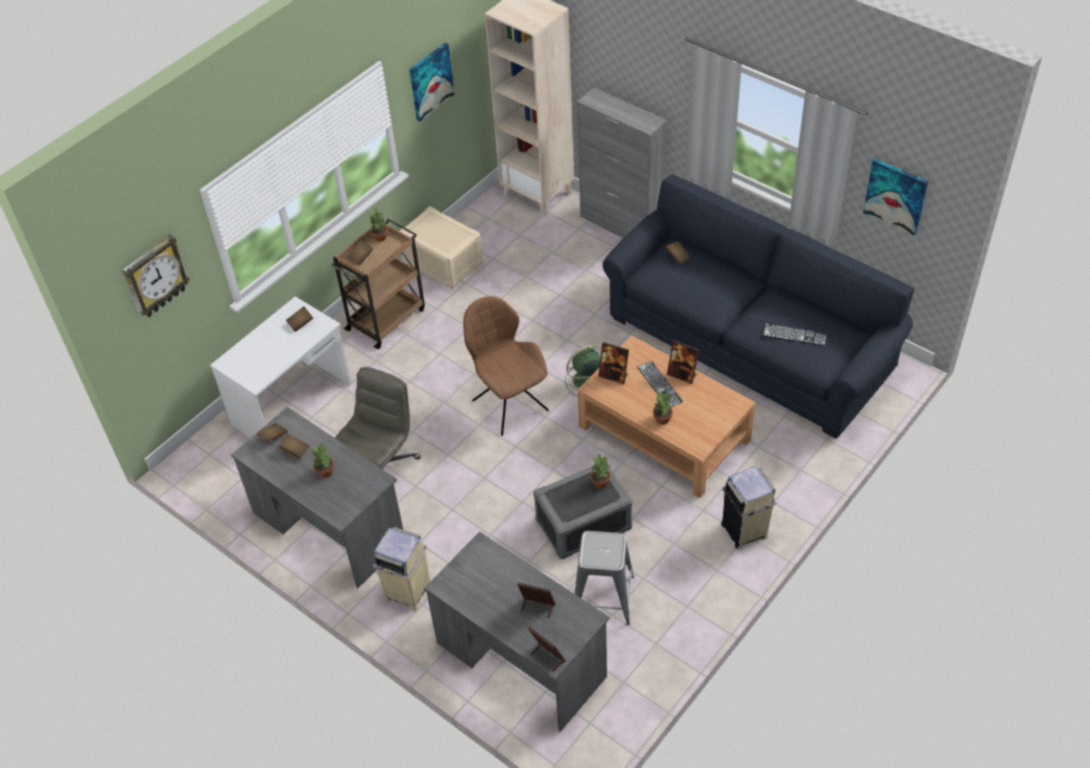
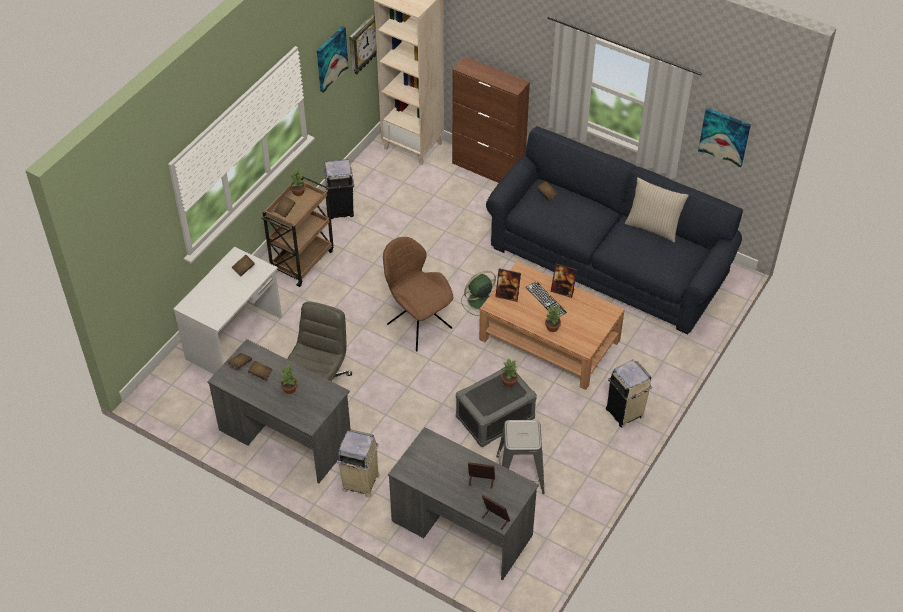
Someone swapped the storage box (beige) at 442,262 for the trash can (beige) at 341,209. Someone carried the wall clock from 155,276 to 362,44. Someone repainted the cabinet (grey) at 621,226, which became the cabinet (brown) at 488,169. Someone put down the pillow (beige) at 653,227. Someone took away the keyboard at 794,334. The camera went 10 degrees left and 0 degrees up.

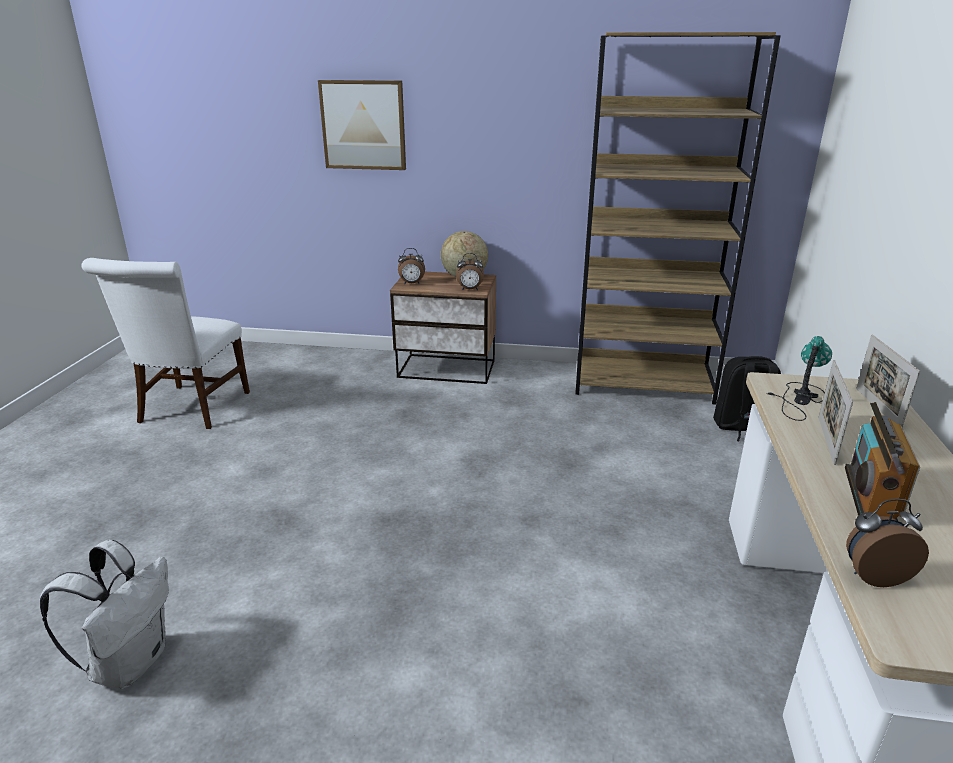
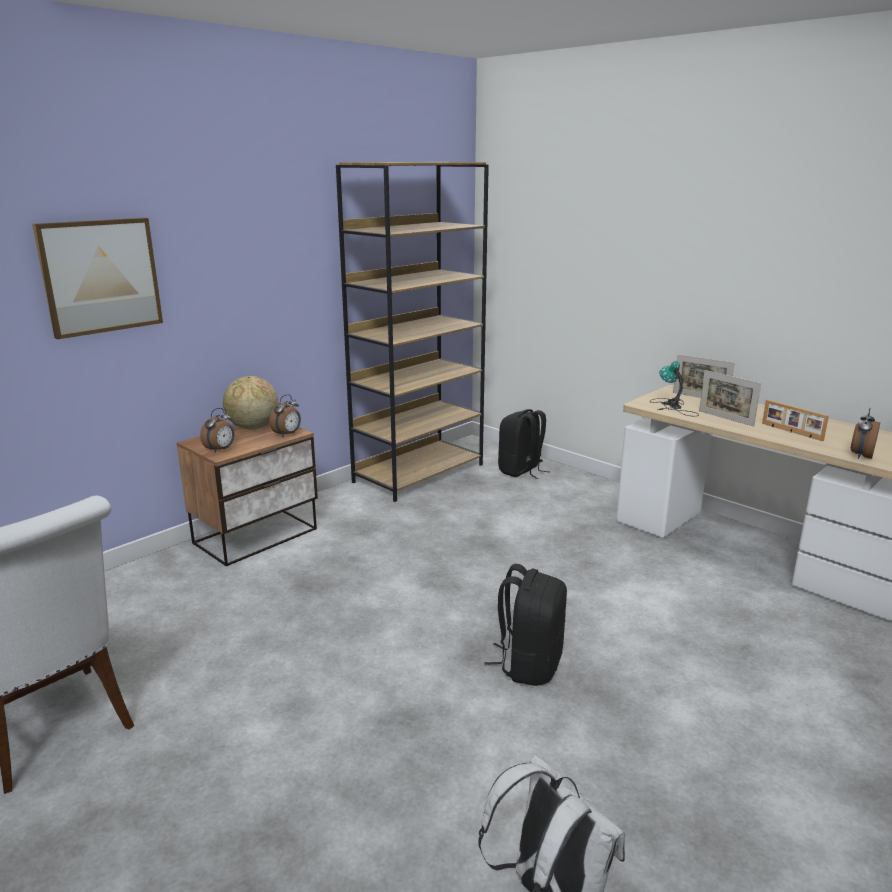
Someone put down the backpack (black) at 529,664. Someone swapped the radio at 869,497 for the picture frame at 791,432. The camera went 55 degrees left and 5 degrees down.

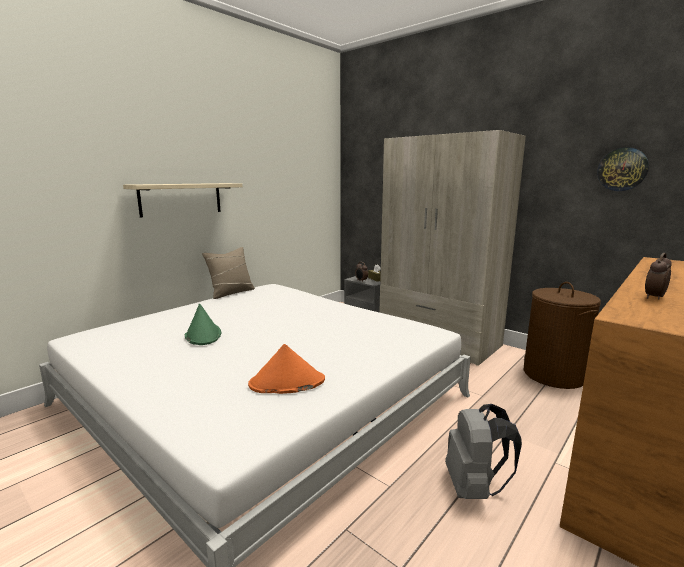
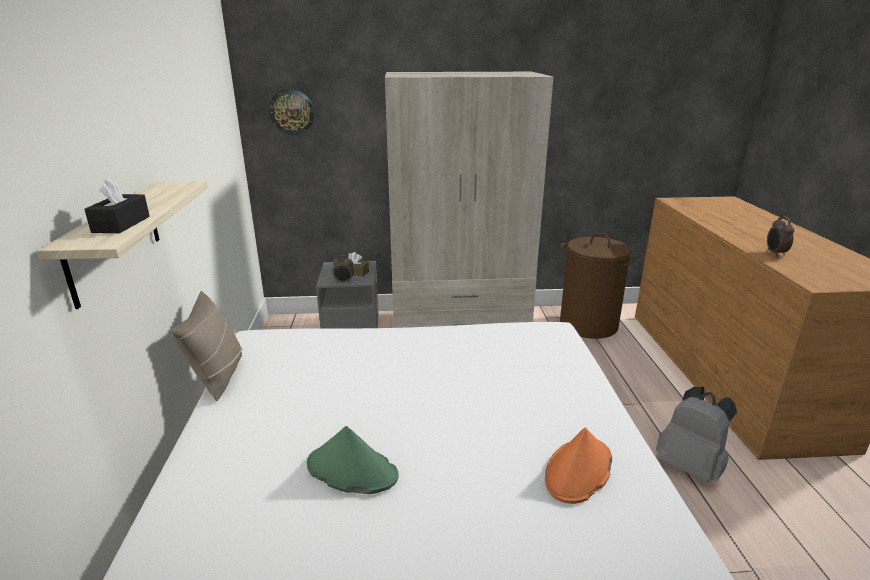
Someone put down the tissue box (black) at 121,224. Someone carried the wall clock from 622,169 to 292,112. The camera went 45 degrees left and 10 degrees up.

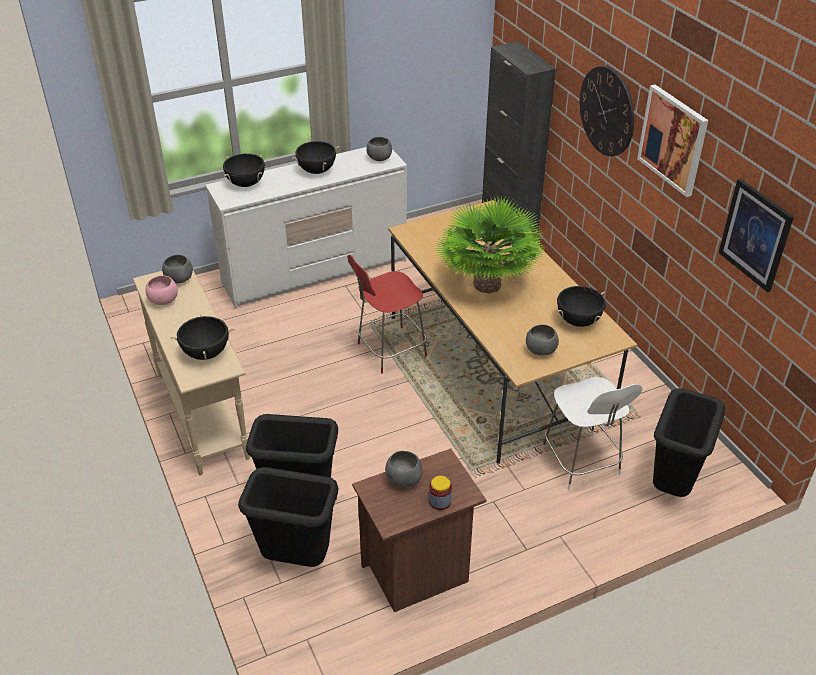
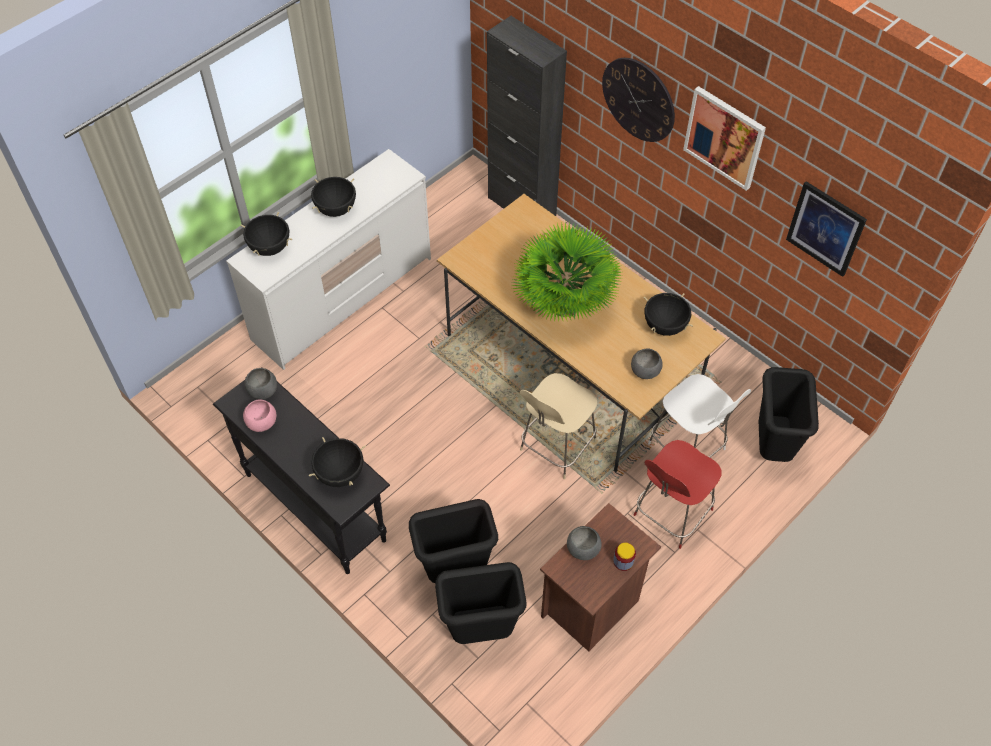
Someone repainted the console table (beige) at 202,415, which became the console table (black) at 315,506. Someone put down the chair (beige) at 556,447. Someone carried the chair (red) from 389,350 to 671,514. Someone took away the bowl (grey) at 379,158. The camera went 20 degrees left and 15 degrees up.

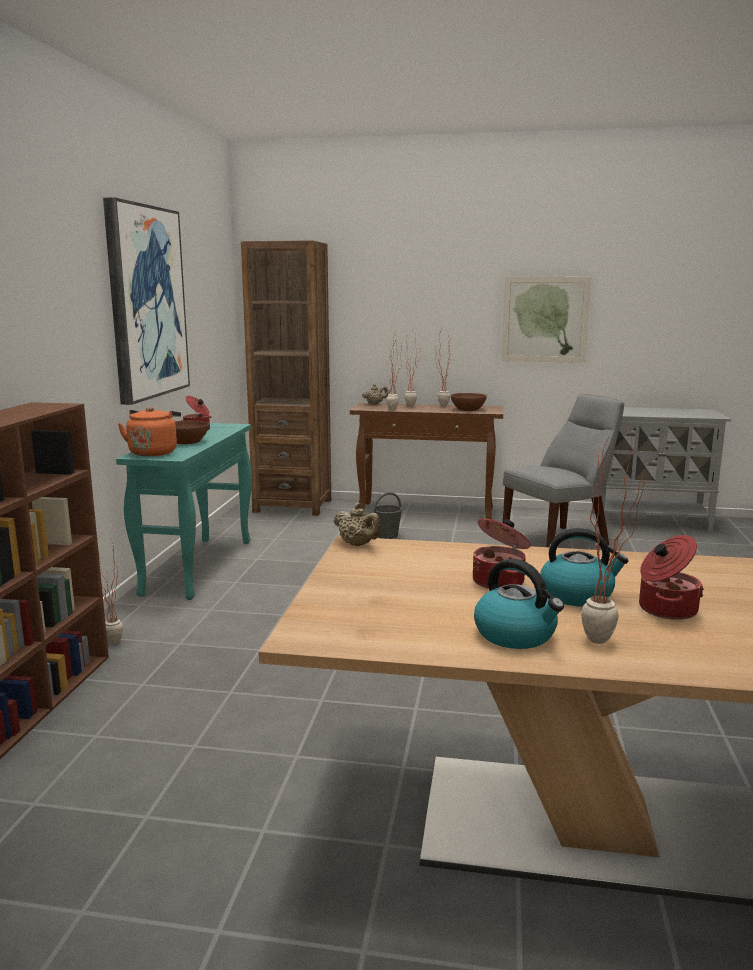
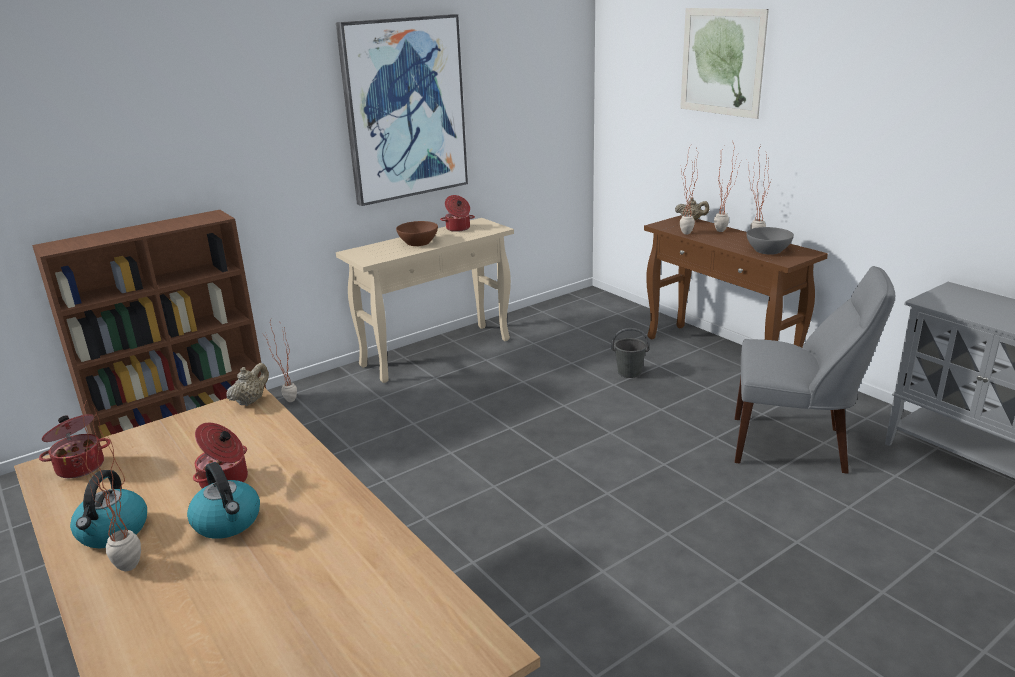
Someone carried the cooking pot from 665,609 to 80,466. Someone rotated the teapot (beige) at 358,544 by 150 degrees counterclockwise. Someone repainted the console table (turquoise) at 198,566, which became the console table (beige) at 437,352. Someone carried the picture from 545,319 to 722,62. Someone repainted the bowl (brown) at 468,409, which became the bowl (grey) at 768,250. Someone took away the kettle (orange) at 153,452. Someone took away the bookcase (brown) at 293,506. The camera went 45 degrees right and 10 degrees up.

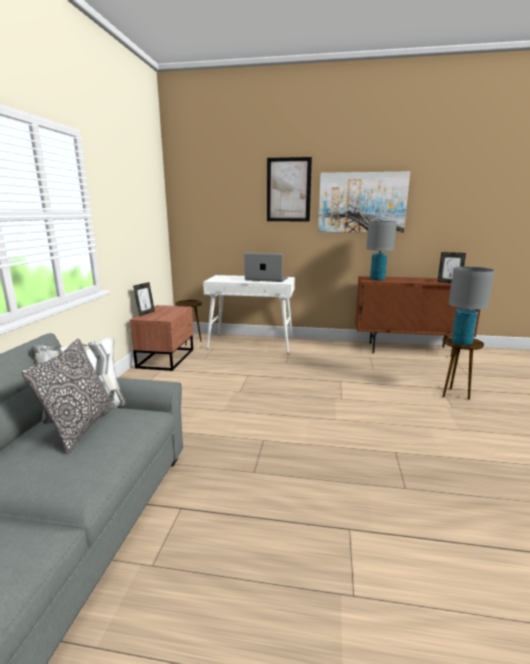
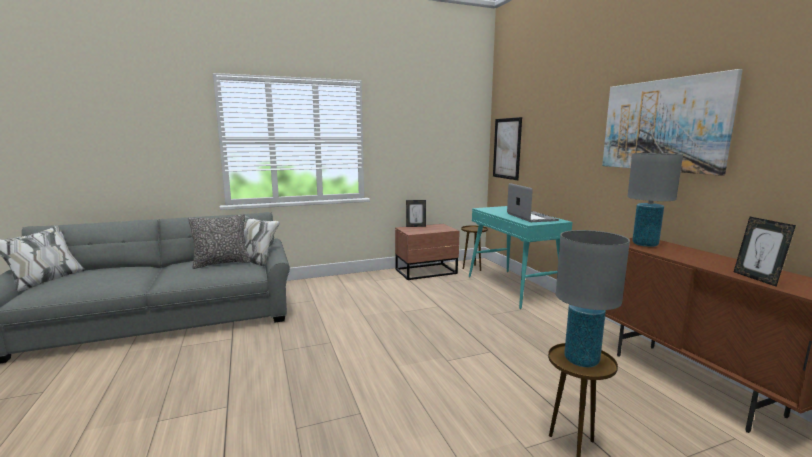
Someone repainted the console table (white) at 251,343, which became the console table (turquoise) at 513,288. Someone carried the picture from 288,190 to 507,148. The camera went 60 degrees right and 5 degrees down.

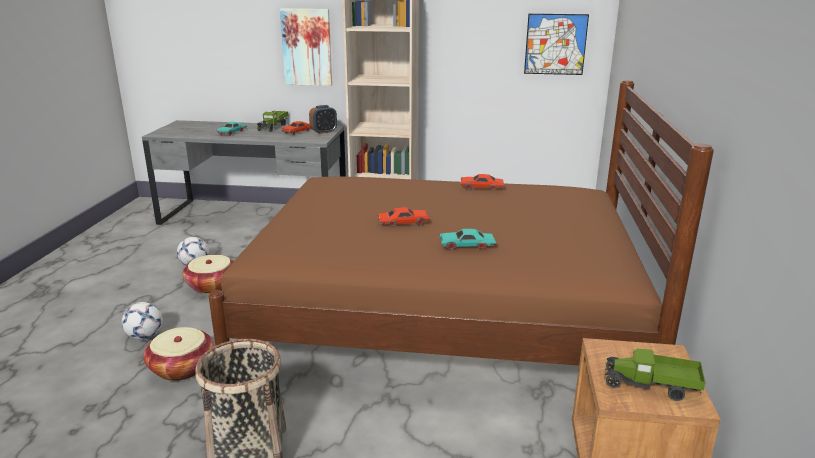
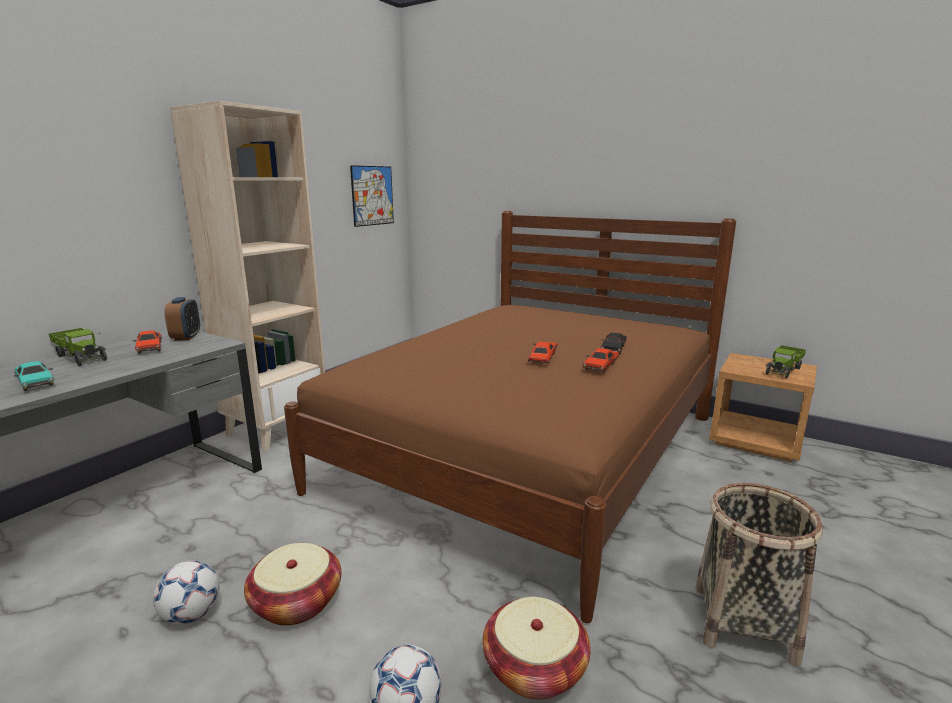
Someone carried the toy car (red) from 481,187 to 601,366. Someone repainted the toy car (turquoise) at 467,245, which became the toy car (black) at 613,349. Someone took away the picture at 307,47. The camera went 65 degrees left and 5 degrees down.

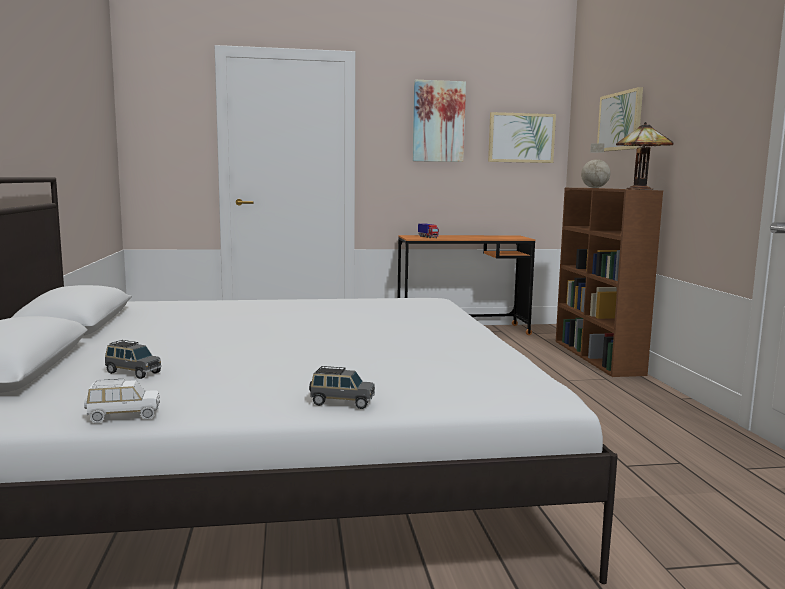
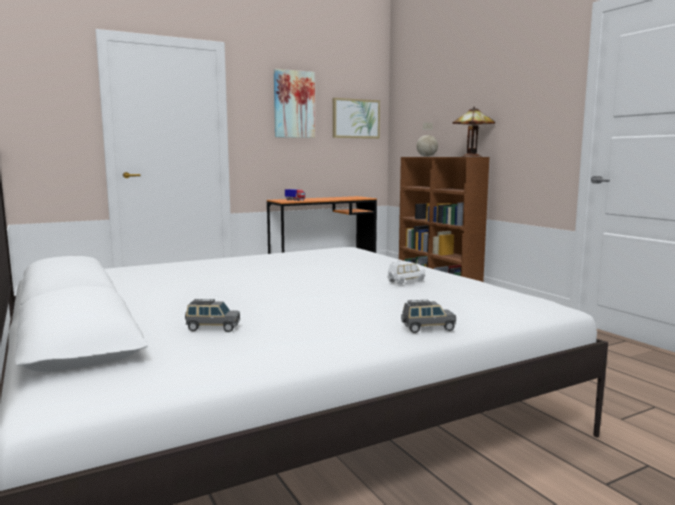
Someone carried the toy car (white) from 123,416 to 405,281. Someone took away the picture at 620,121. The camera went 20 degrees left and 0 degrees up.

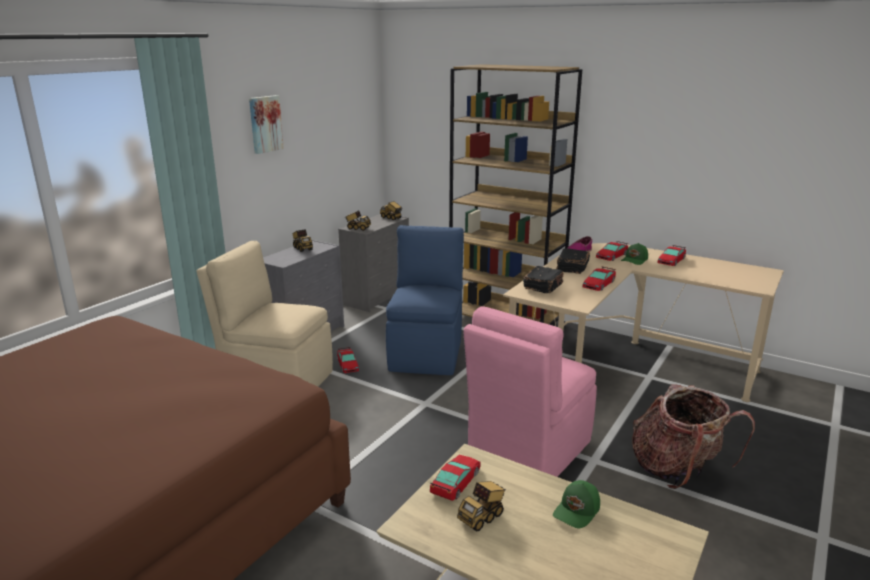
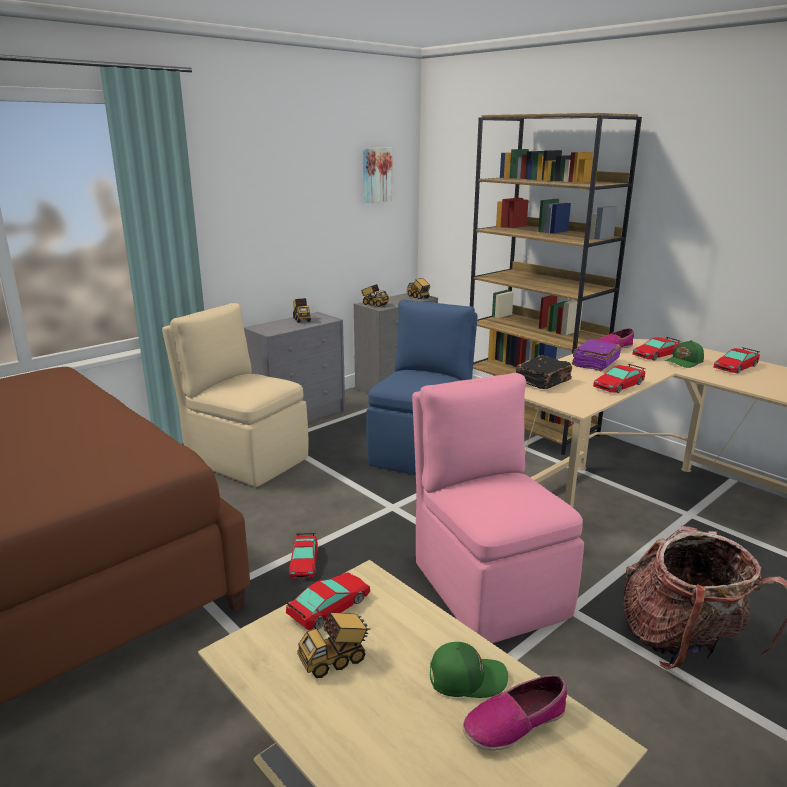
Someone carried the toy car from 347,365 to 303,562. Someone carried the picture from 265,124 to 376,175. Someone rotated the chair (pink) at 528,453 by 105 degrees clockwise. Someone rotated the cap (green) at 577,511 by 150 degrees counterclockwise. Someone put down the shoe at 514,722. Someone repainted the book (black) at 572,267, which became the book (purple) at 594,363. The camera went 15 degrees right and 0 degrees up.

